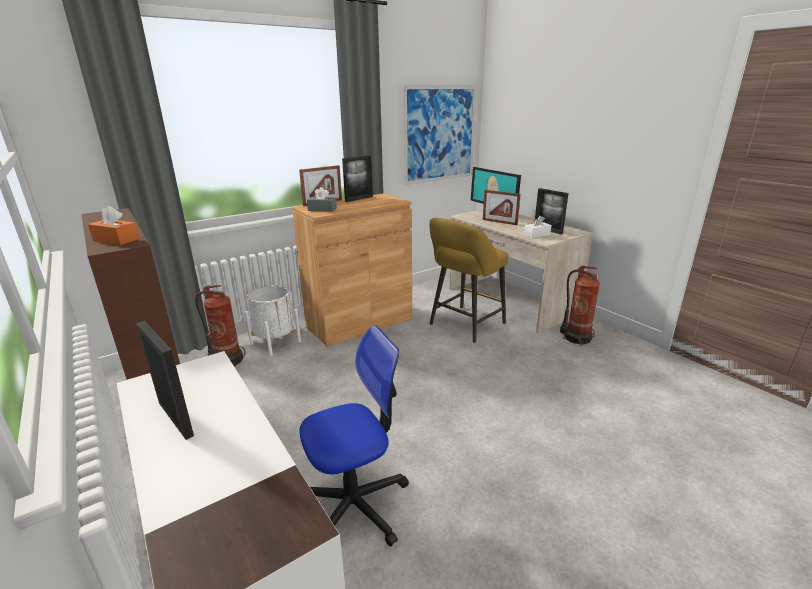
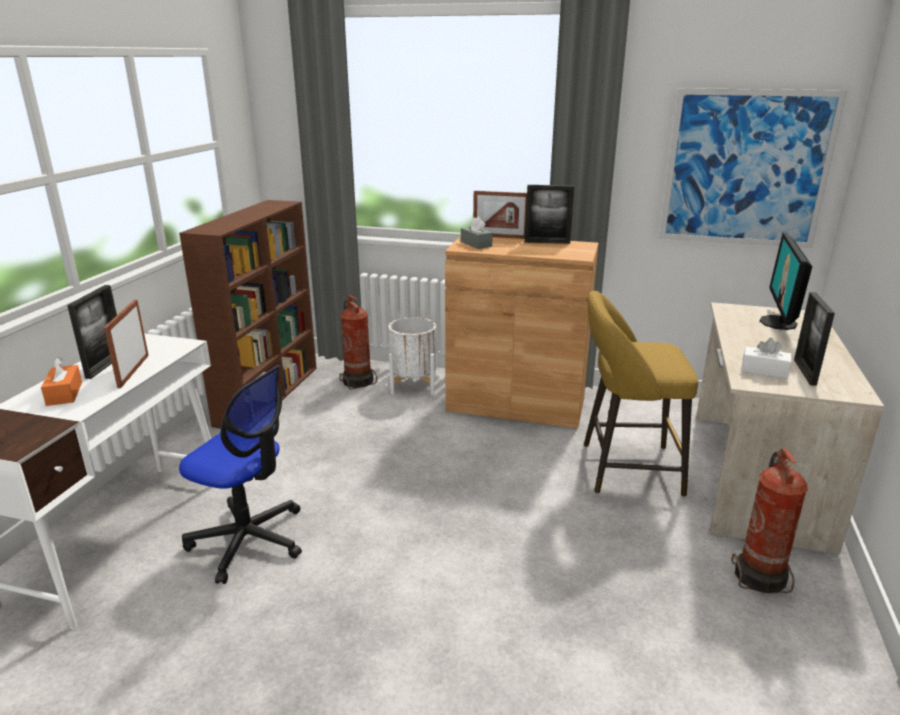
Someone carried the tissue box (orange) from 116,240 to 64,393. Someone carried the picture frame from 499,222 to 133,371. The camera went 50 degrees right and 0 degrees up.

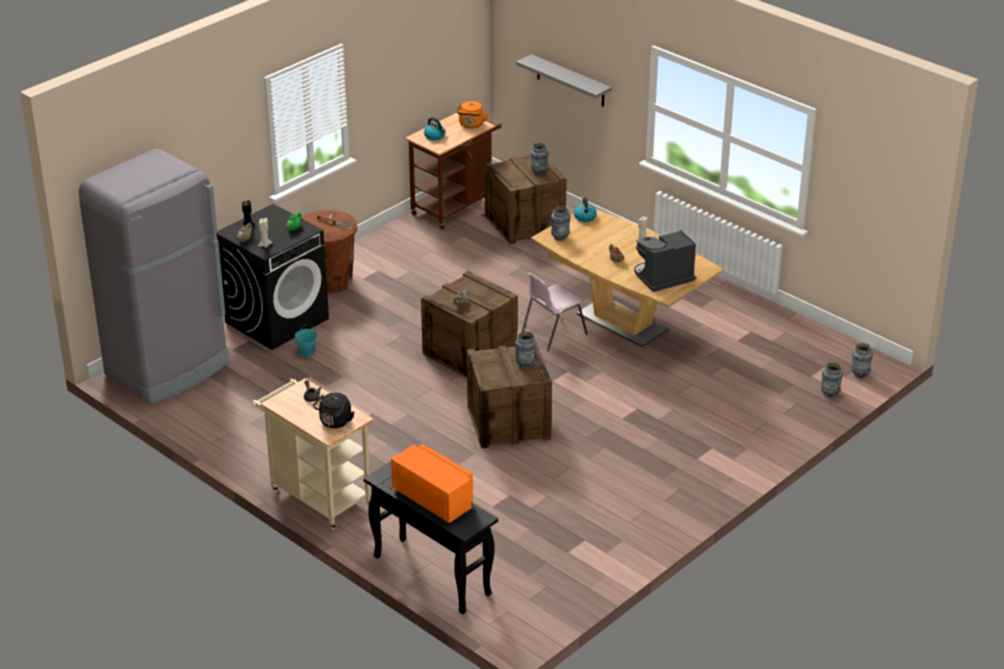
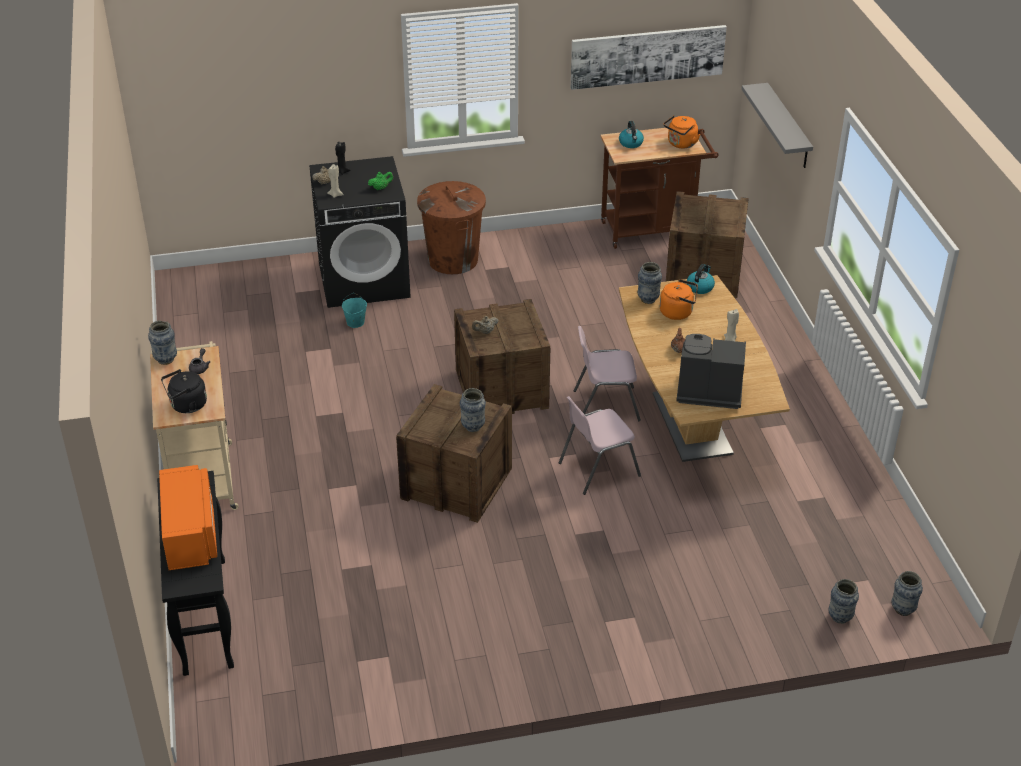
Someone carried the vase from 539,172 to 166,360. Someone put down the chair (pink) at 597,469. Someone put up the picture at 647,56. Someone put down the kettle (orange) at 678,312. Someone took away the fridge (grey) at 169,369. The camera went 35 degrees right and 5 degrees up.

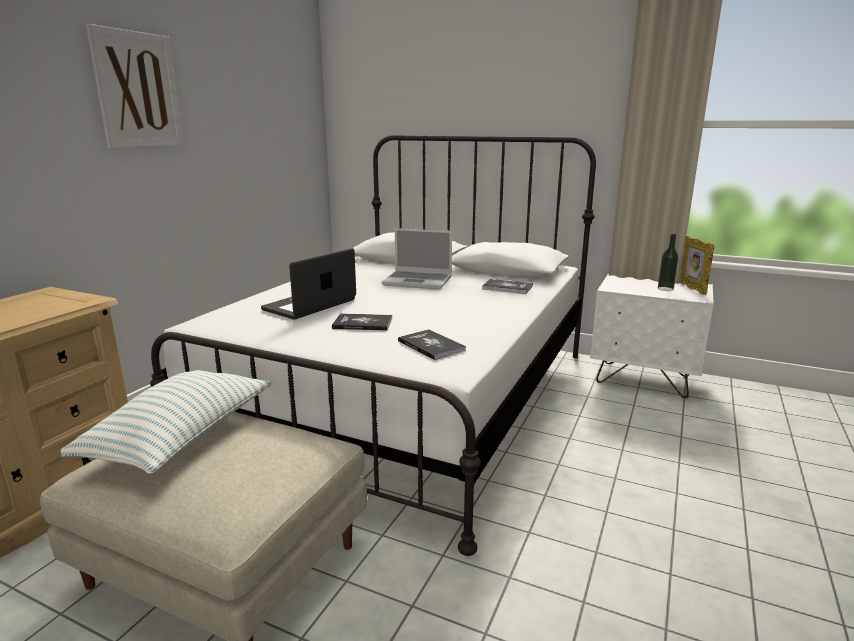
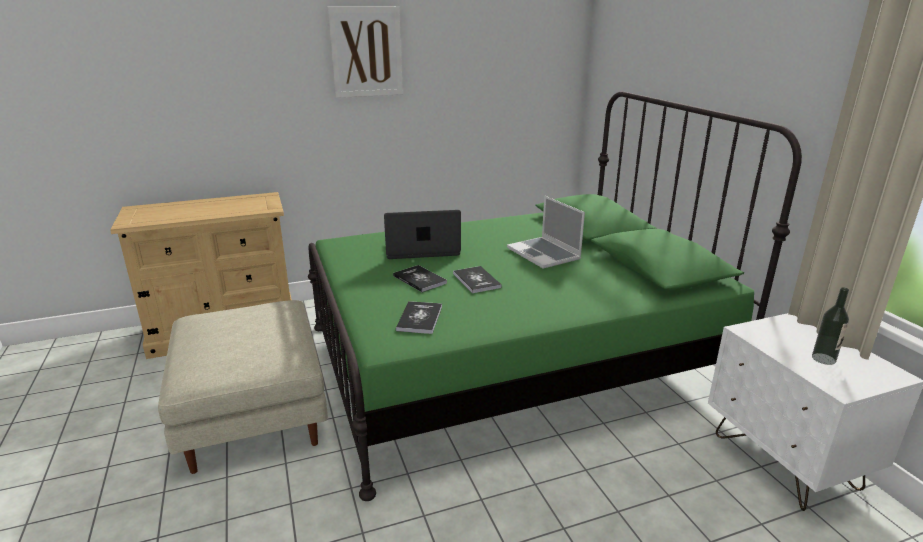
Someone repainted the bed (white) at 408,397, which became the bed (green) at 511,360. Someone carried the book from 507,287 to 476,280. Someone took away the pillow at 182,437. Someone took away the picture frame at 691,288. The camera went 45 degrees right and 5 degrees up.

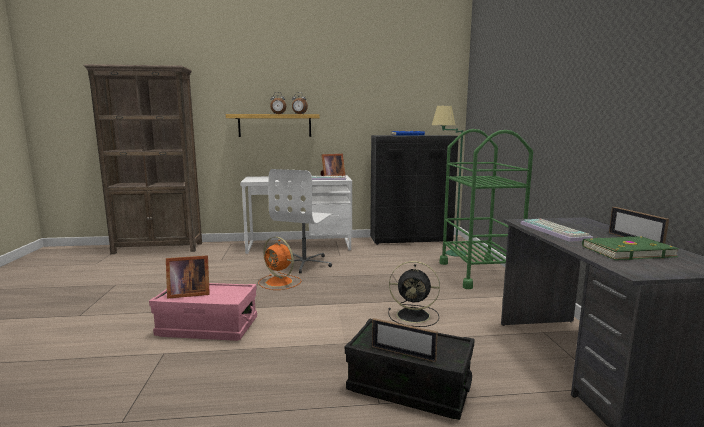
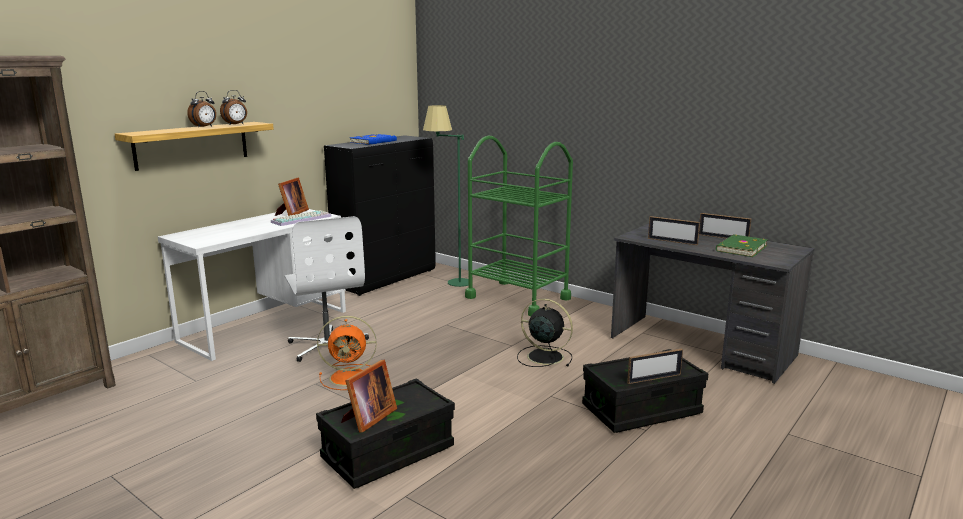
Someone repainted the storage box (pink) at 208,327, which became the storage box (black) at 388,453. Someone rotated the fan (black) at 414,316 by 120 degrees counterclockwise. Someone swapped the keyboard at 555,231 for the picture frame at 672,241. The camera went 45 degrees left and 5 degrees up.

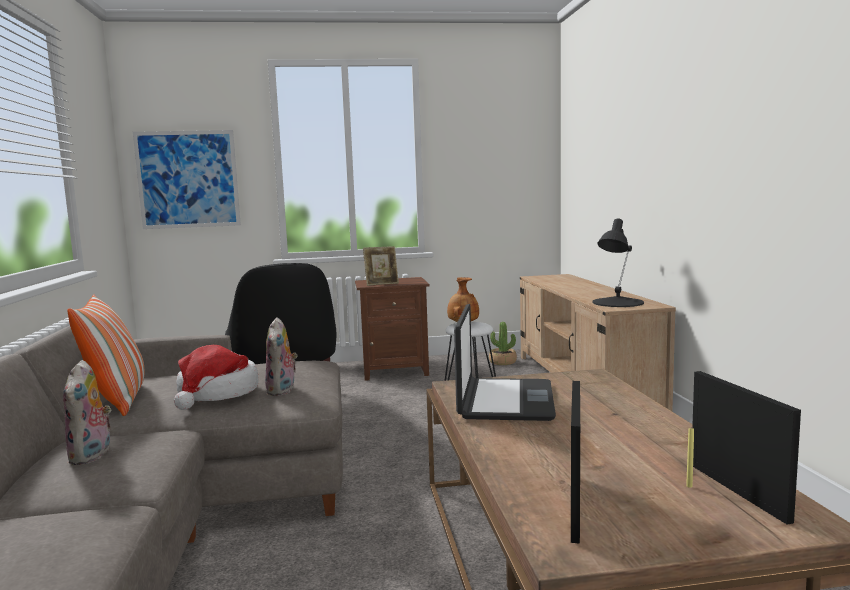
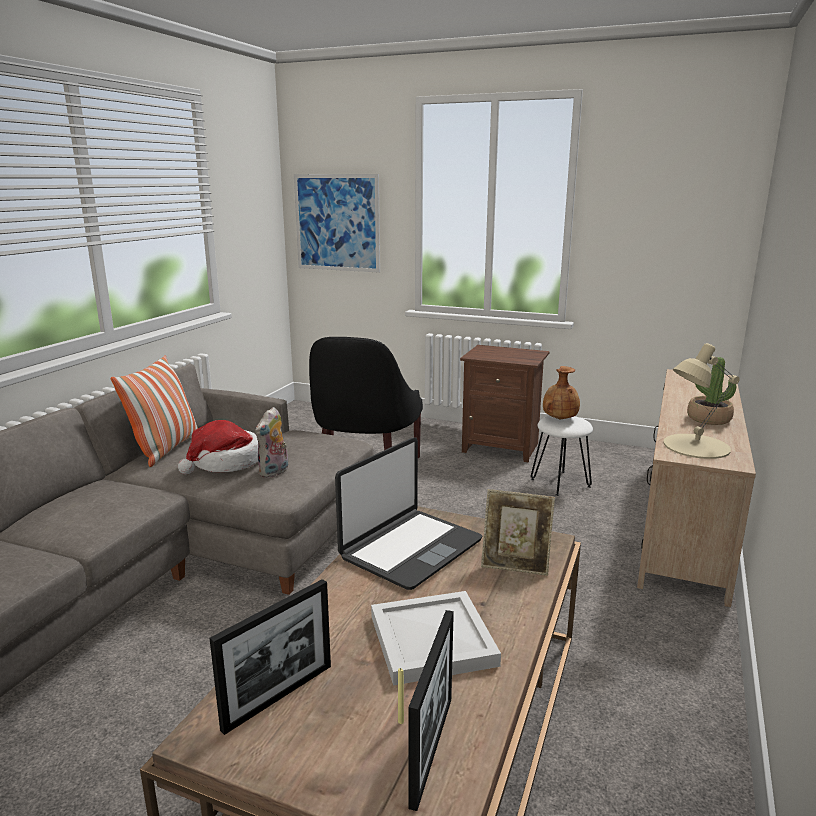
Someone put down the tray (white) at 430,639. Someone carried the picture frame from 381,284 to 515,565. Someone repainted the table lamp (black) at 617,302, which became the table lamp (beige) at 695,446. Someone carried the potted plant from 502,362 to 708,419. Someone took away the plush toy at 92,456. The camera went 30 degrees right and 10 degrees up.

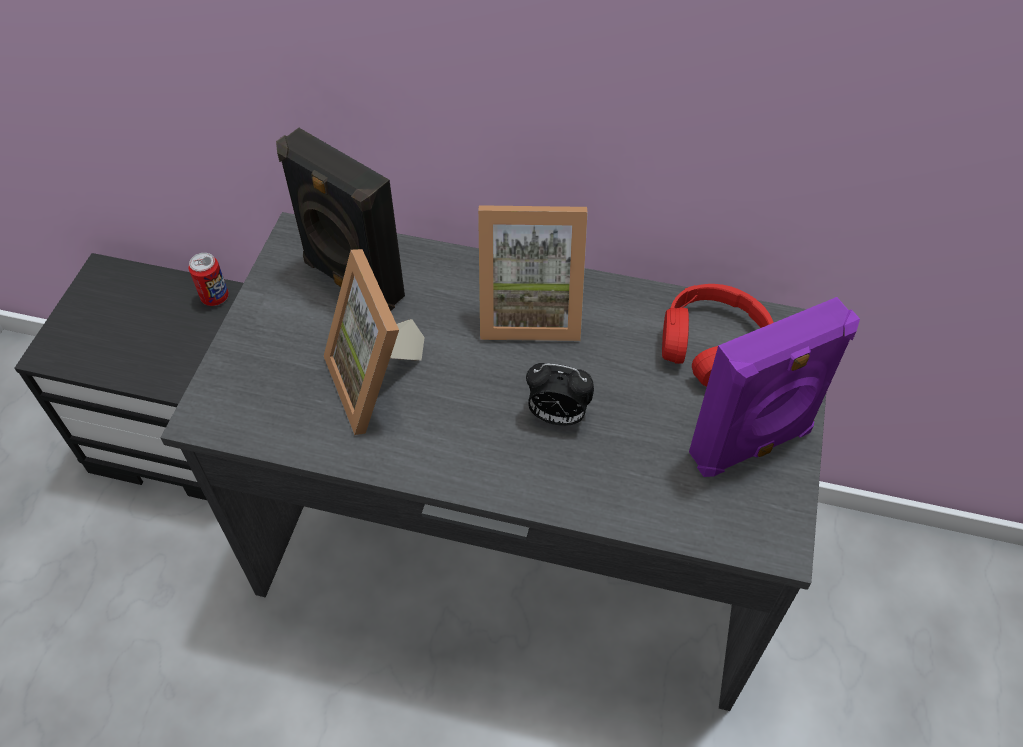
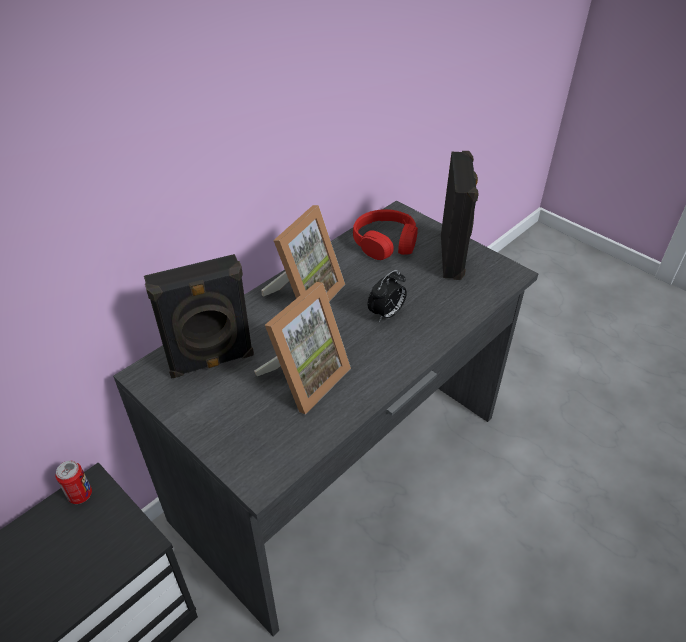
Someone rotated the picture frame at 380,382 by 60 degrees counterclockwise. Someone repainted the speaker (purple) at 752,445, which became the speaker (black) at 453,256. The camera went 60 degrees left and 10 degrees down.

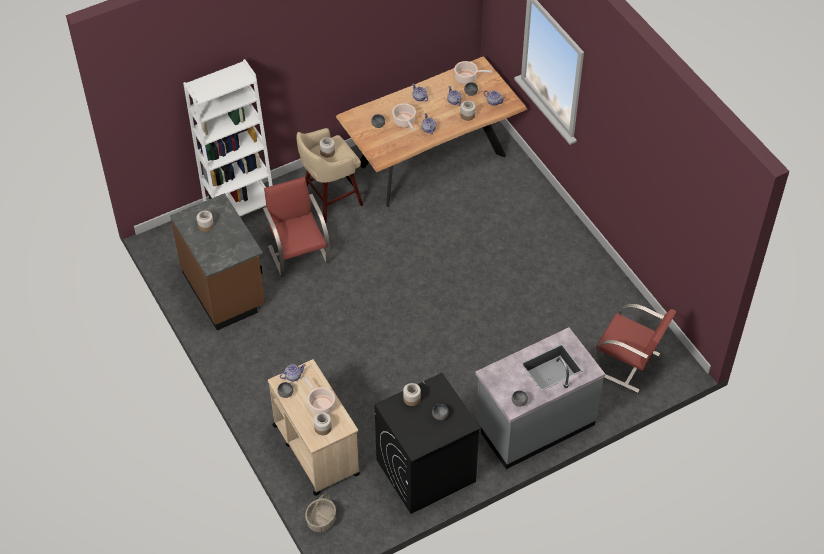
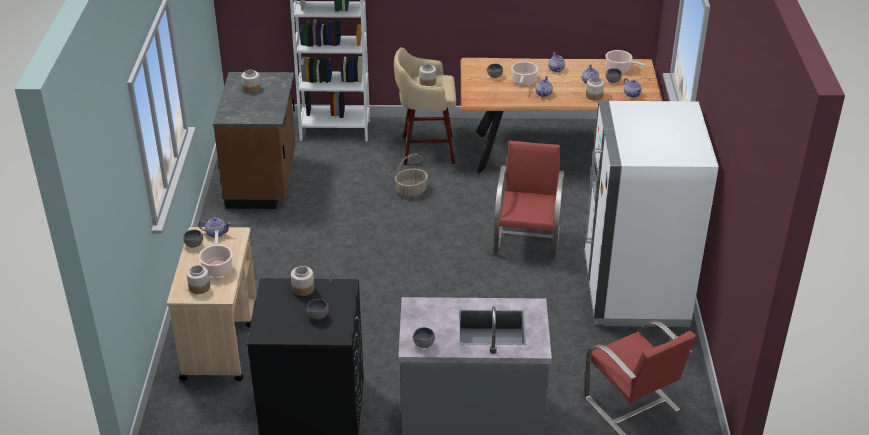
Someone carried the basket from 321,520 to 411,190. Someone carried the chair (red) from 298,253 to 527,240. Someone put down the fridge (white) at 634,290. The camera went 30 degrees right and 15 degrees down.

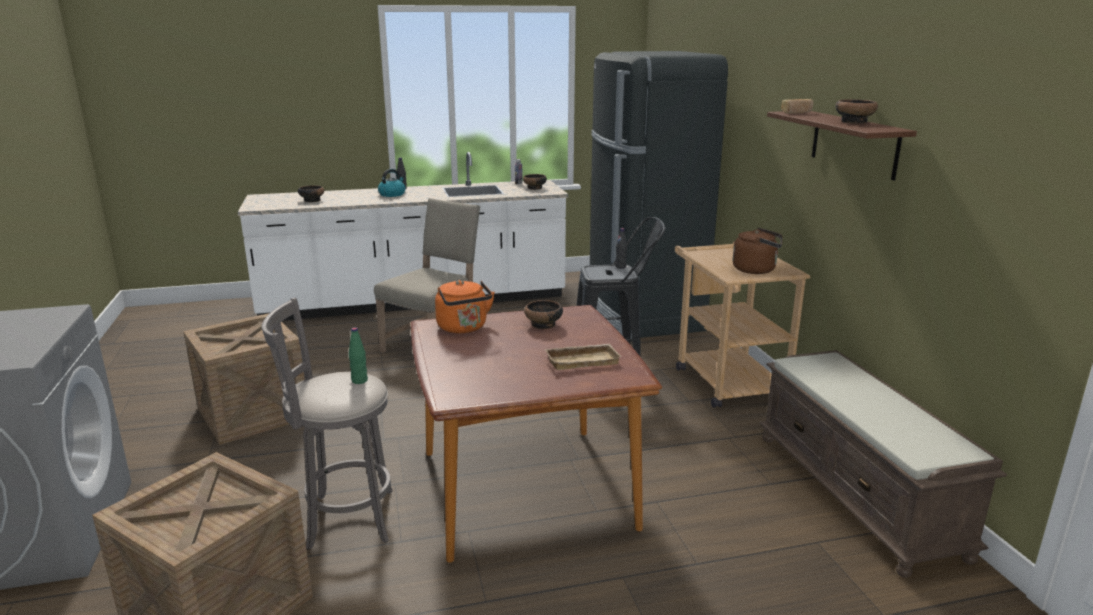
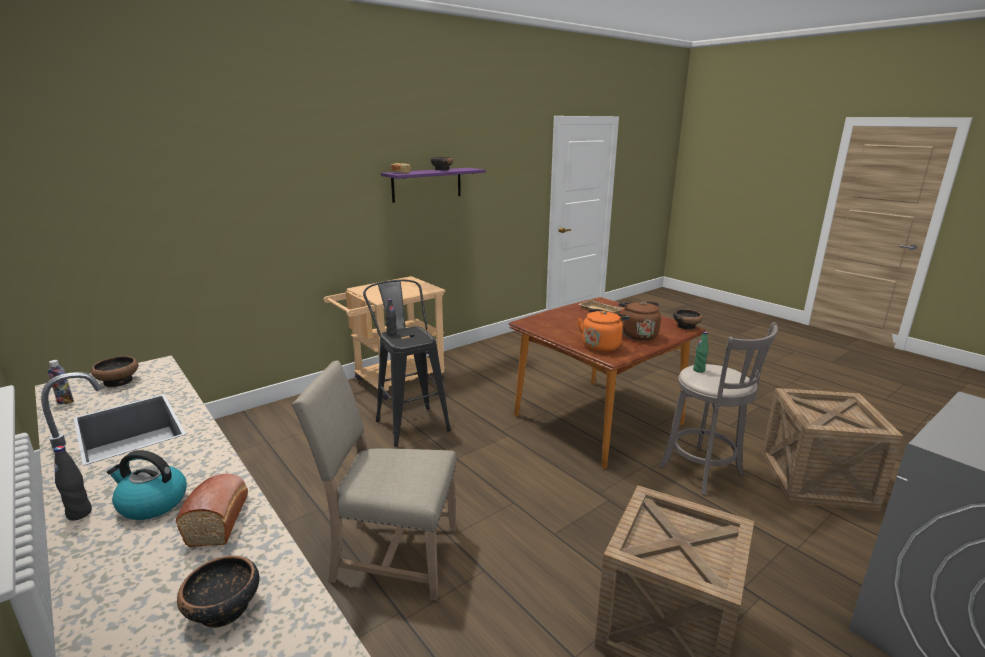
Someone put down the bread at 220,518. Someone repainted the shelf (brown) at 854,143, which became the shelf (purple) at 427,184. Someone carried the kettle (brown) from 756,270 to 637,335. Someone carried the bowl from 543,324 to 686,326. Someone took away the fridge (black) at 642,315. Someone took away the bench (brown) at 858,493. The camera went 115 degrees left and 0 degrees up.

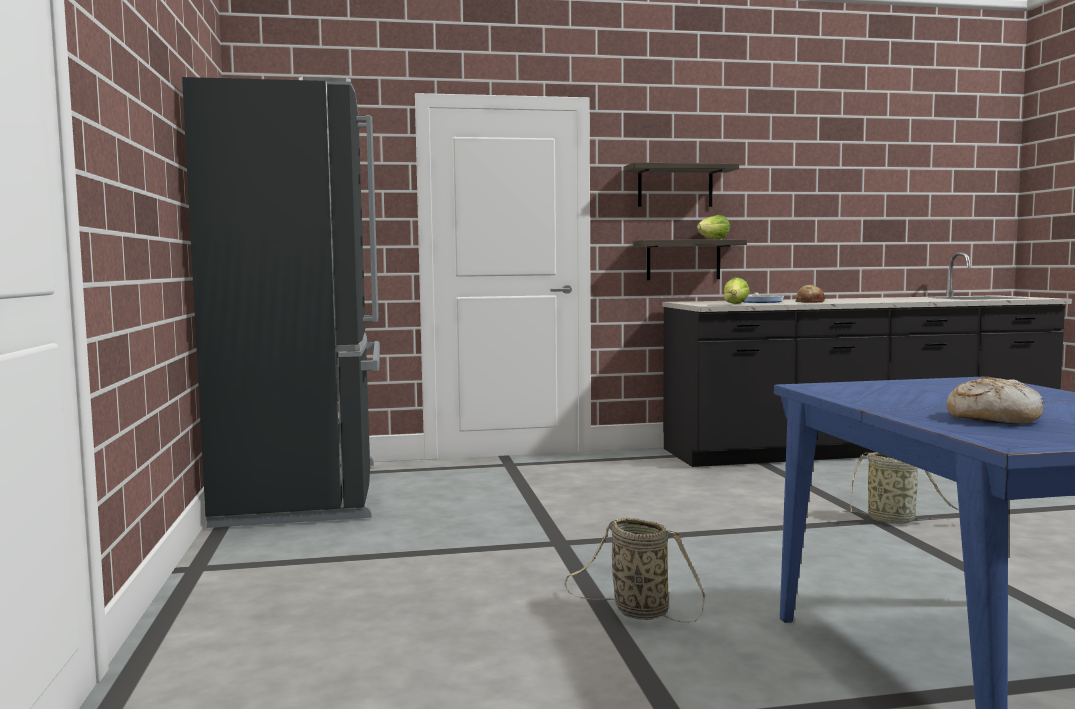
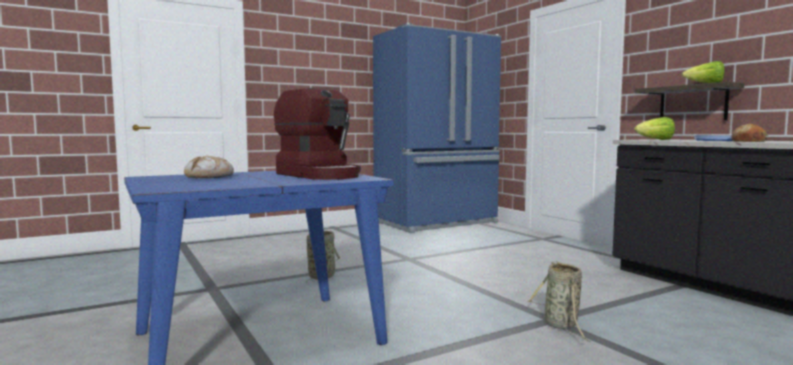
Someone put down the coffee machine at 320,175. Someone repainted the fridge (black) at 305,492, which became the fridge (blue) at 437,223. Someone took away the shelf at 675,186. The camera went 70 degrees right and 0 degrees up.

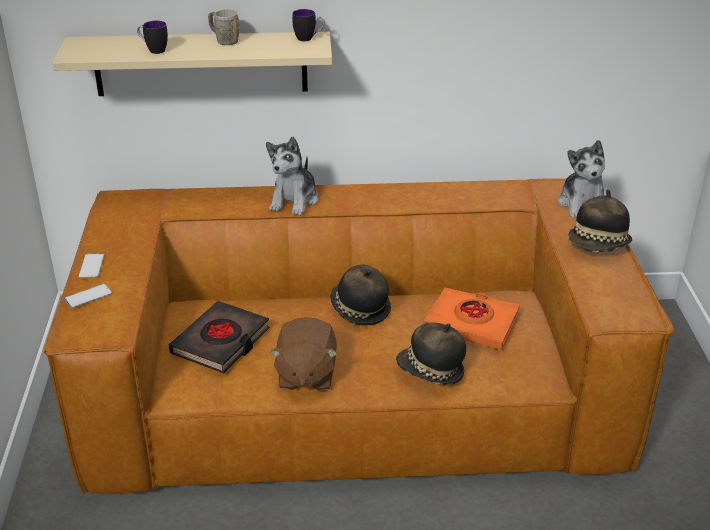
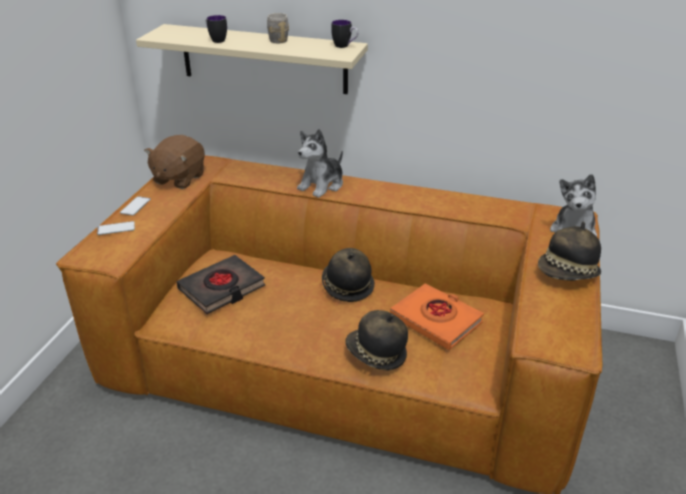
Someone carried the plush toy (brown) from 305,375 to 178,178. The camera went 20 degrees right and 0 degrees up.

